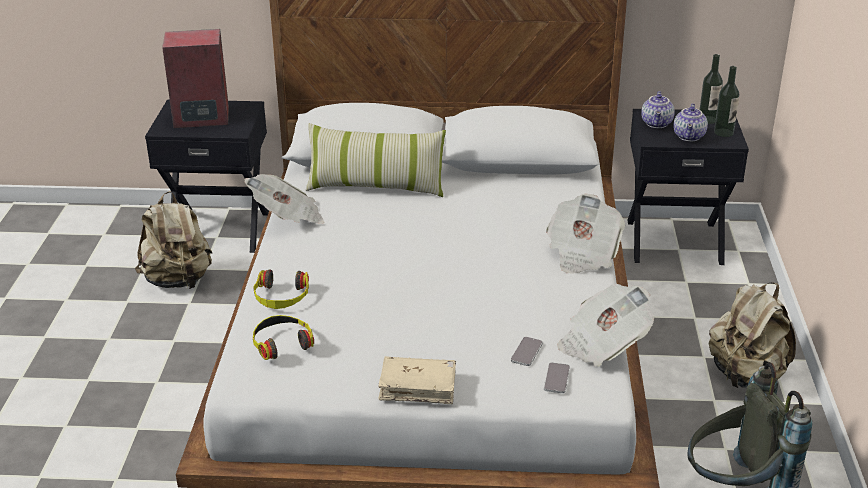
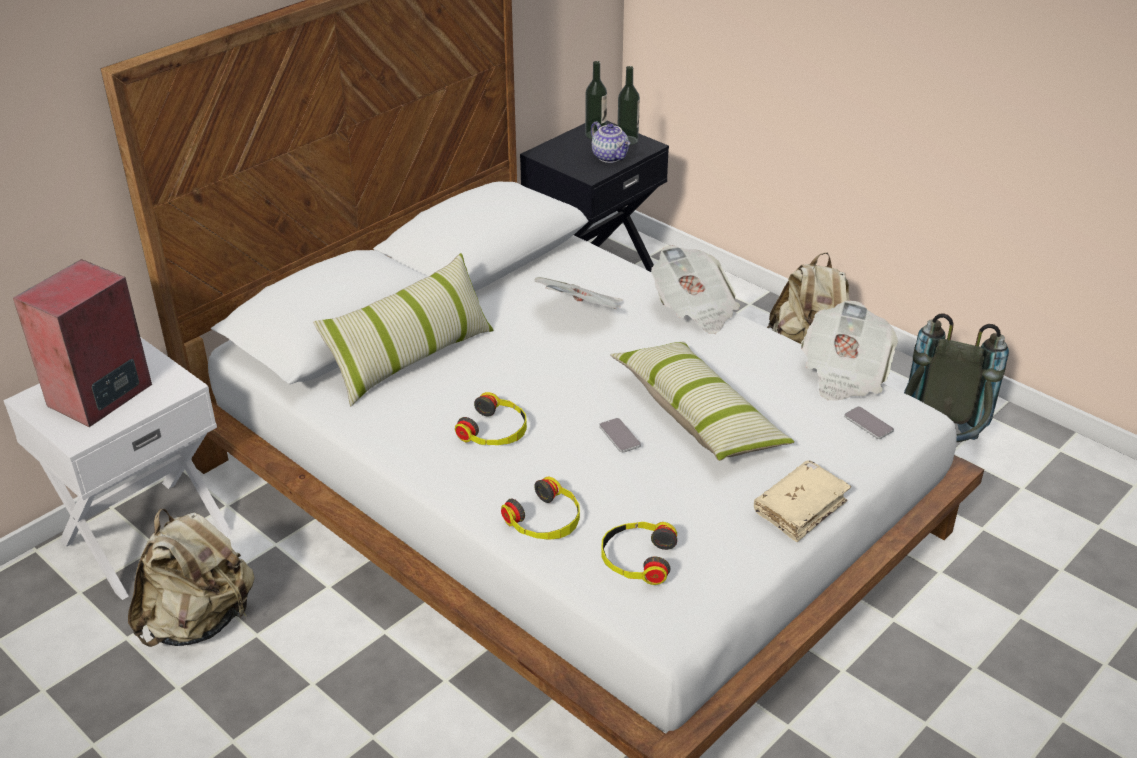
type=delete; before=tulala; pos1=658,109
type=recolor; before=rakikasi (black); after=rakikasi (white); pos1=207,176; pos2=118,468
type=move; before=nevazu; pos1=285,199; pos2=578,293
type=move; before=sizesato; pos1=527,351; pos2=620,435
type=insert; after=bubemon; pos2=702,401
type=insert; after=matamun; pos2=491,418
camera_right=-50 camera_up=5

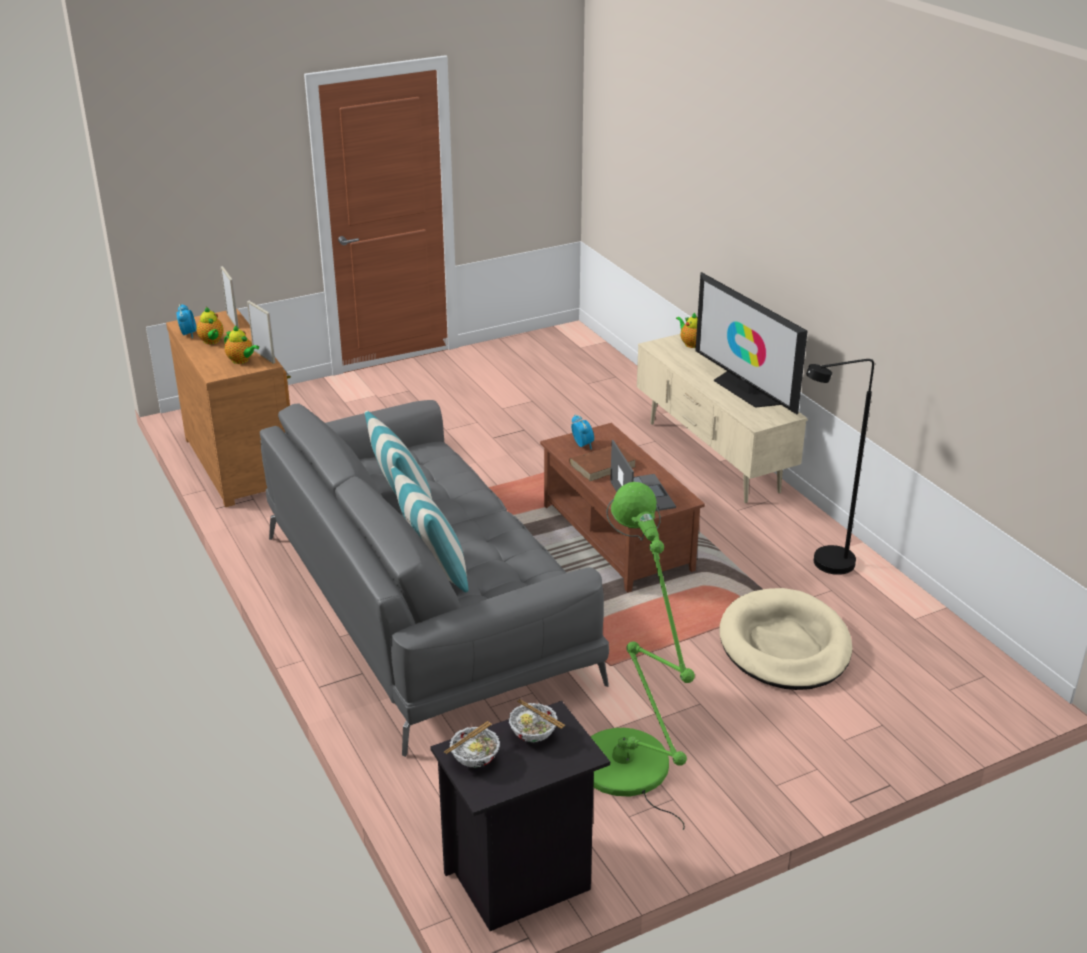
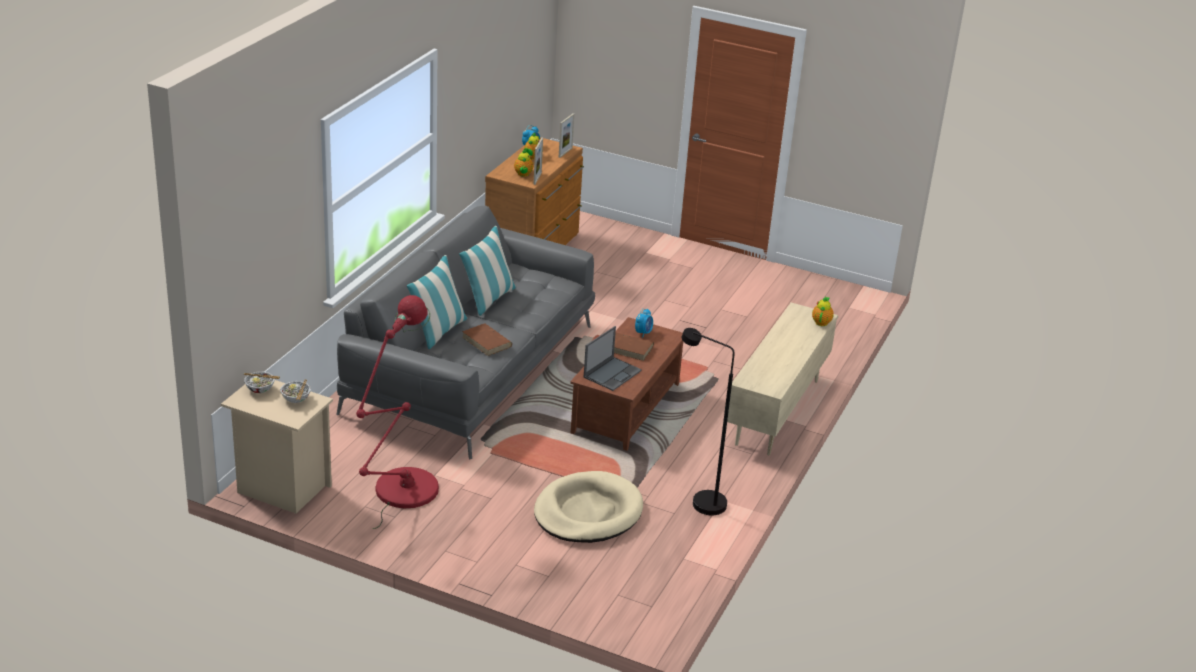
type=delete; before=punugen; pos1=751,343
type=recolor; before=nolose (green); after=nolose (red); pos1=642,656; pos2=397,412
type=recolor; before=rakikasi (black); after=rakikasi (beige); pos1=520,816; pos2=277,447
type=insert; after=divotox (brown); pos2=487,339
camera_right=50 camera_up=0

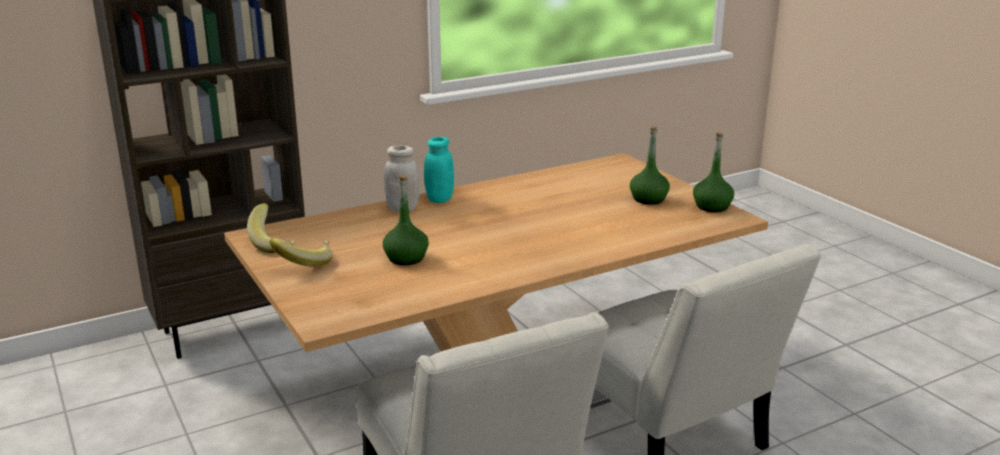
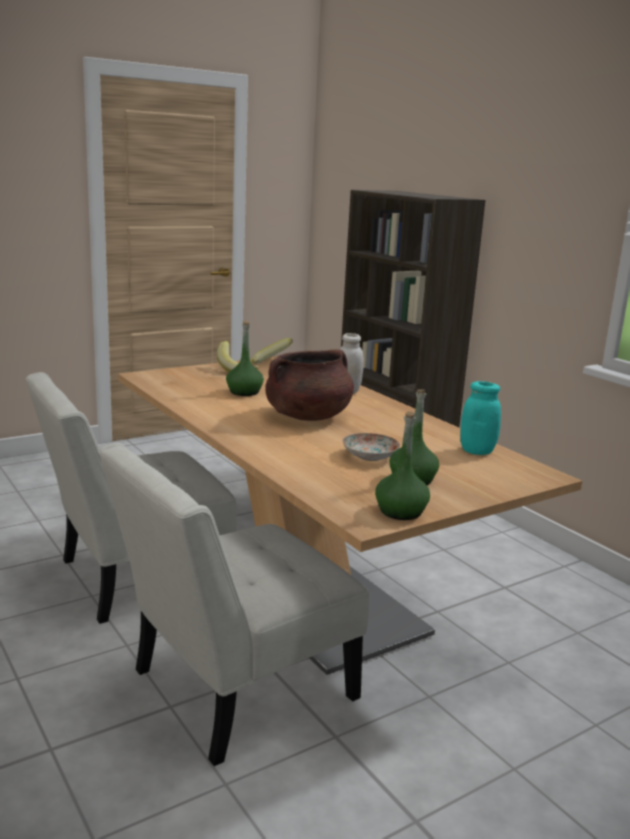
type=move; before=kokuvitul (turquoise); pos1=439,170; pos2=480,418
type=insert; after=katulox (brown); pos2=309,385
type=insert; after=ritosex; pos2=371,447
camera_right=85 camera_up=-5

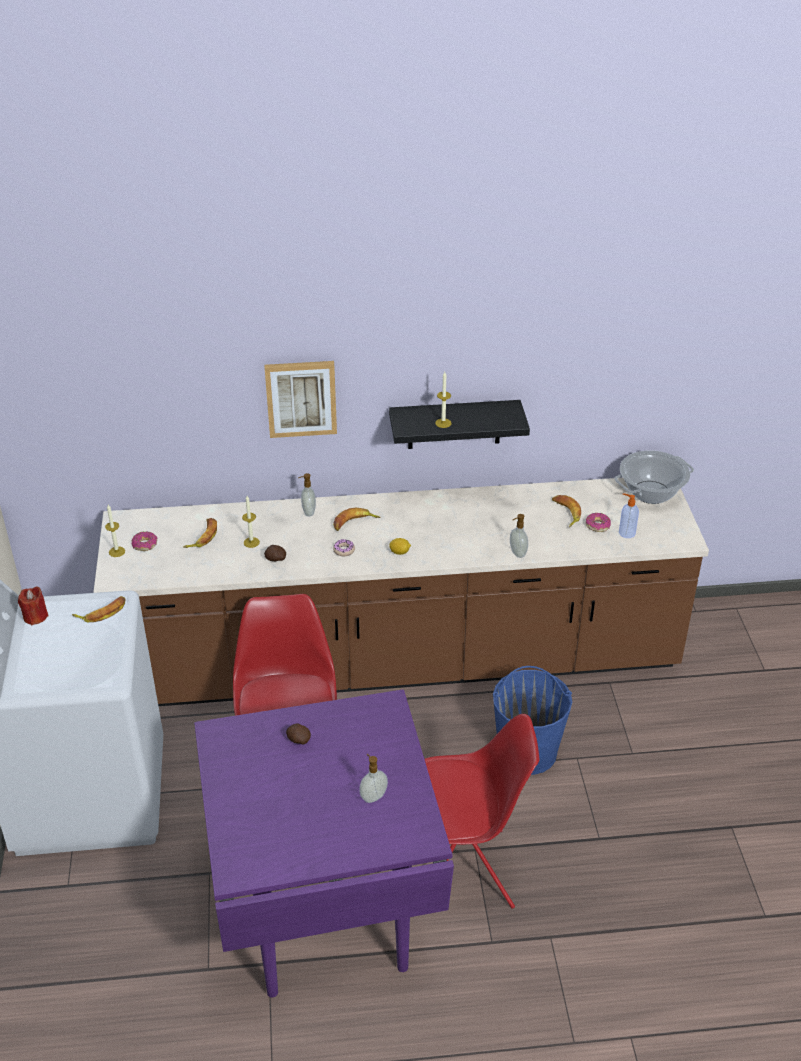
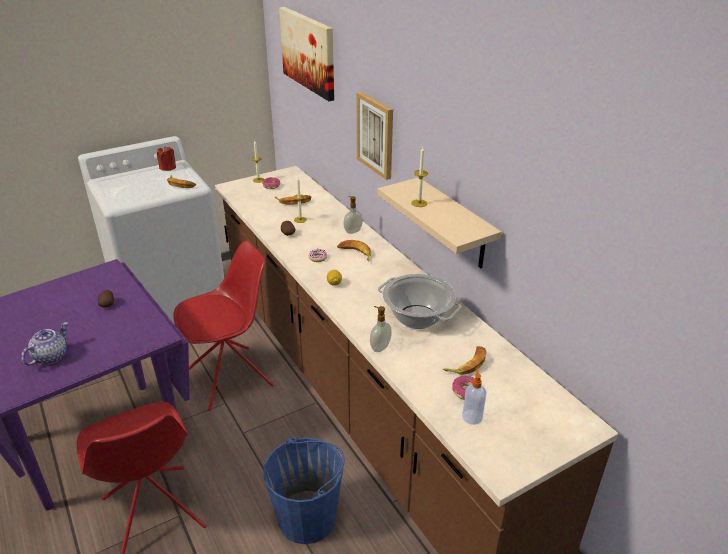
type=recolor; before=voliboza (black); after=voliboza (beige); pos1=459,424; pos2=439,222
type=move; before=katulox; pos1=654,477; pos2=420,301
type=replace; before=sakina; after=tulala; pos1=373,778; pos2=44,343
type=insert; after=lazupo; pos2=306,54
camera_right=65 camera_up=-5

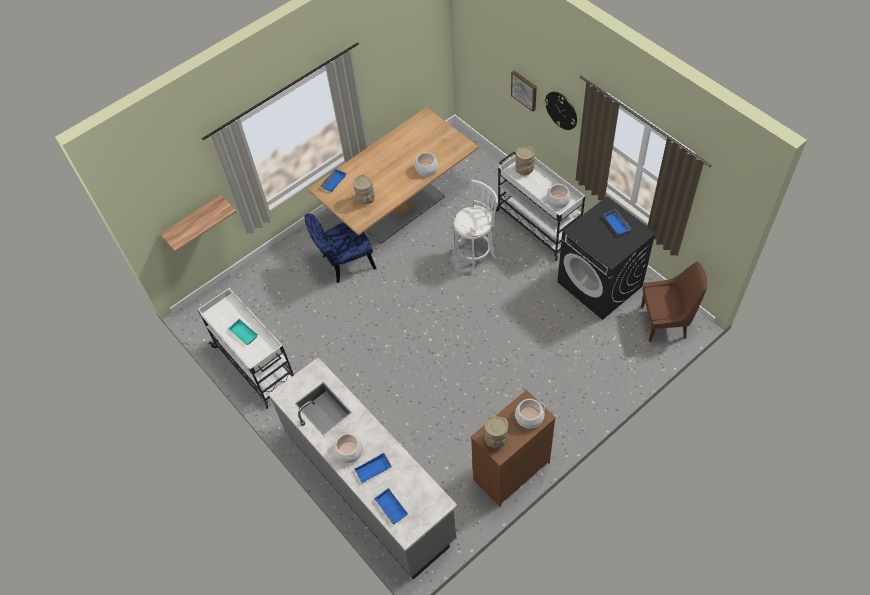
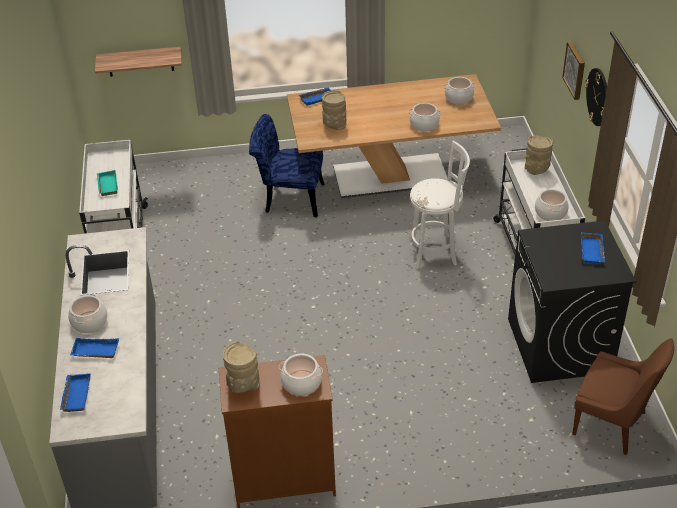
type=insert; after=katulox; pos2=459,91
camera_right=30 camera_up=-15

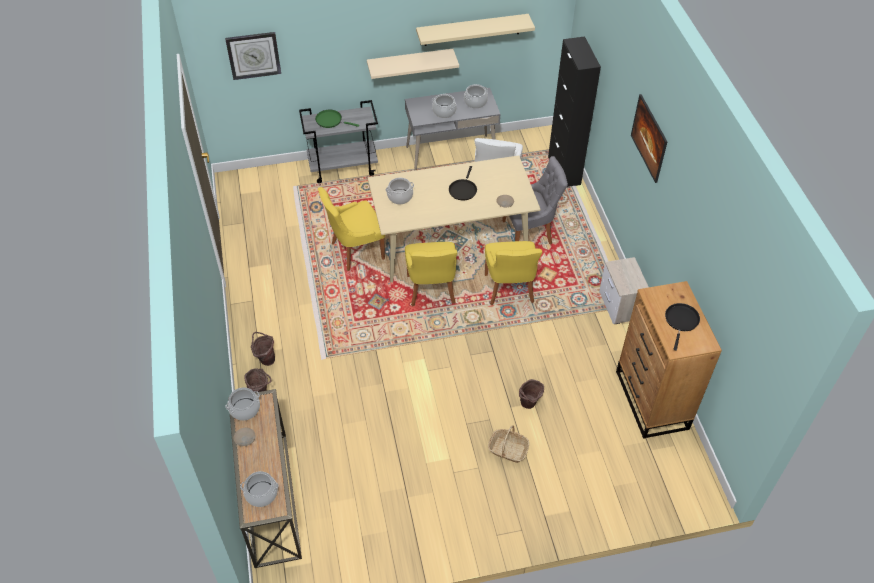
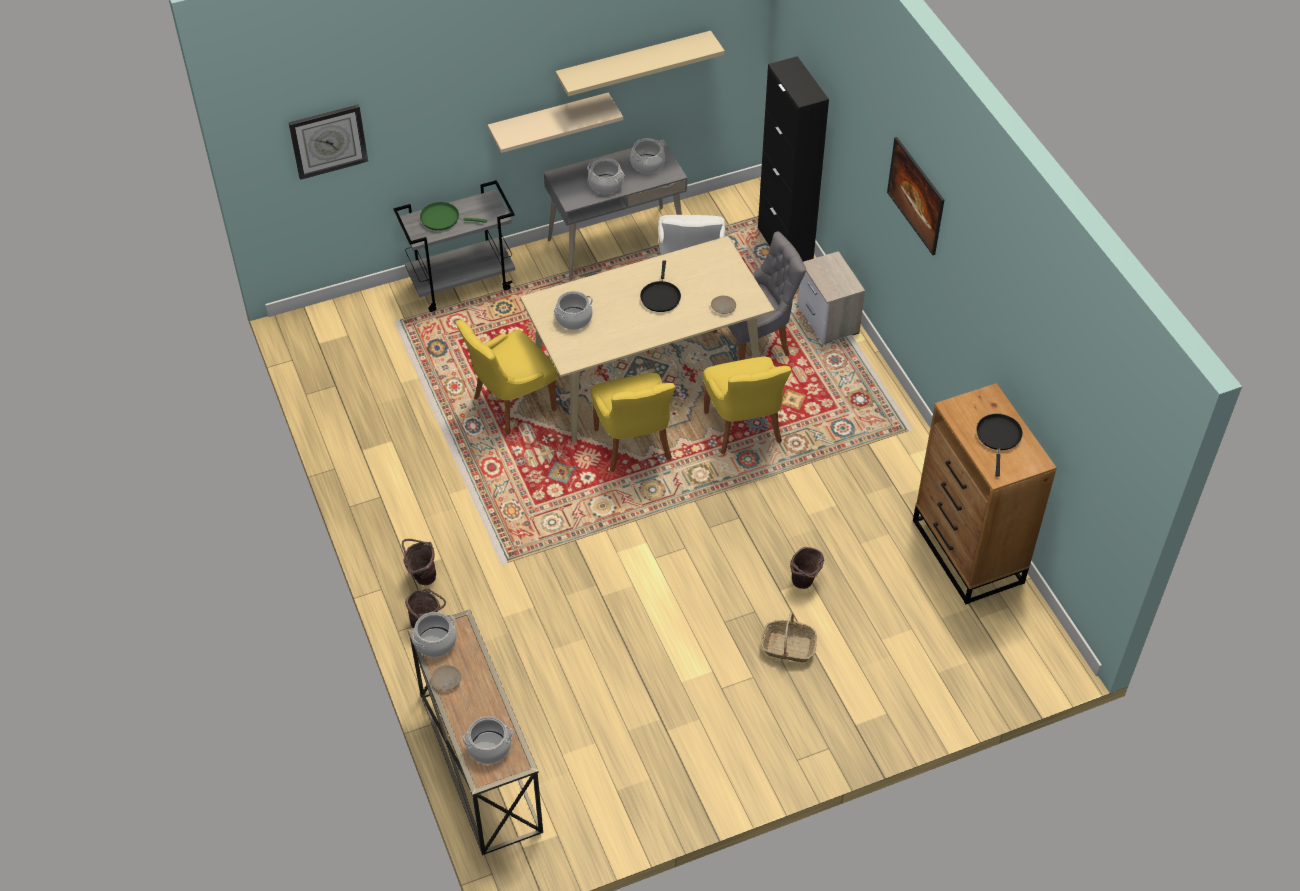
type=move; before=rakikasi; pos1=624,290; pos2=831,297
camera_right=-10 camera_up=0

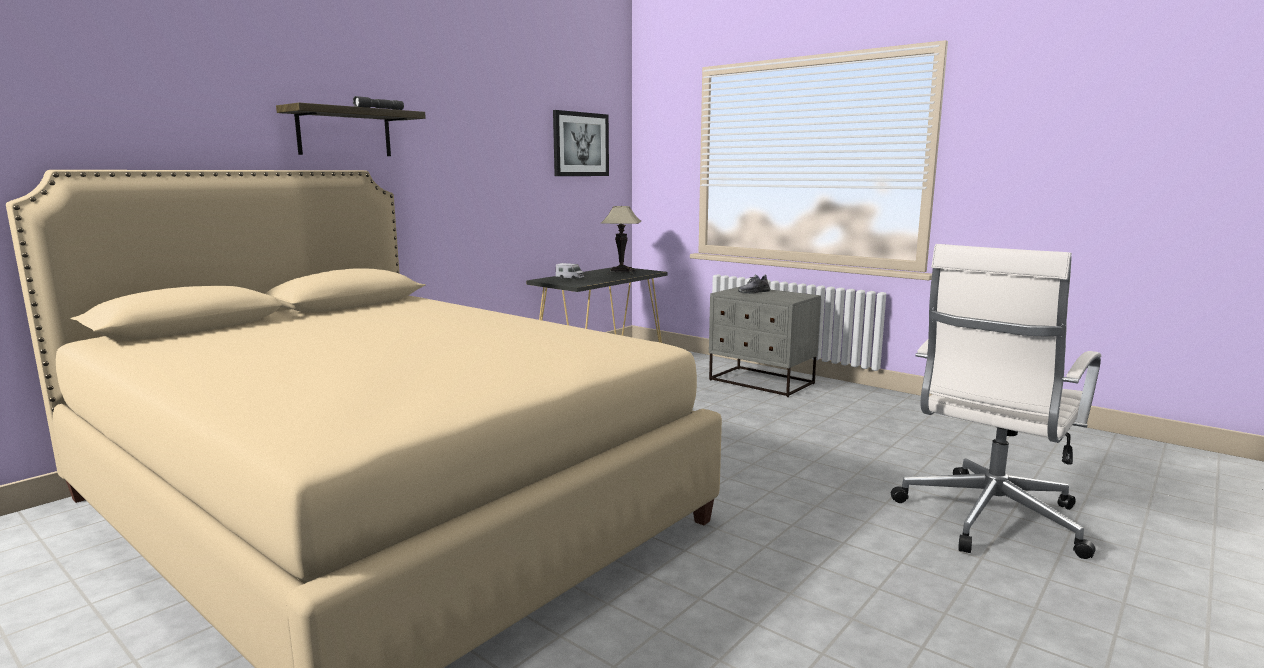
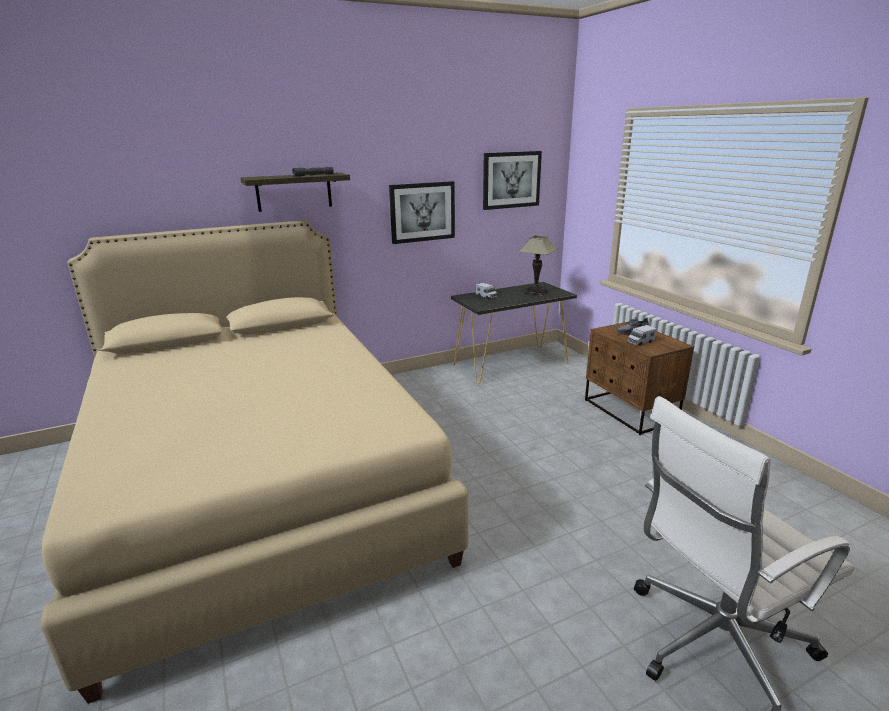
type=recolor; before=rakikasi (grey); after=rakikasi (brown); pos1=765,341; pos2=639,378
type=insert; after=lazupo; pos2=422,212
type=insert; after=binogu; pos2=642,335
camera_right=25 camera_up=10

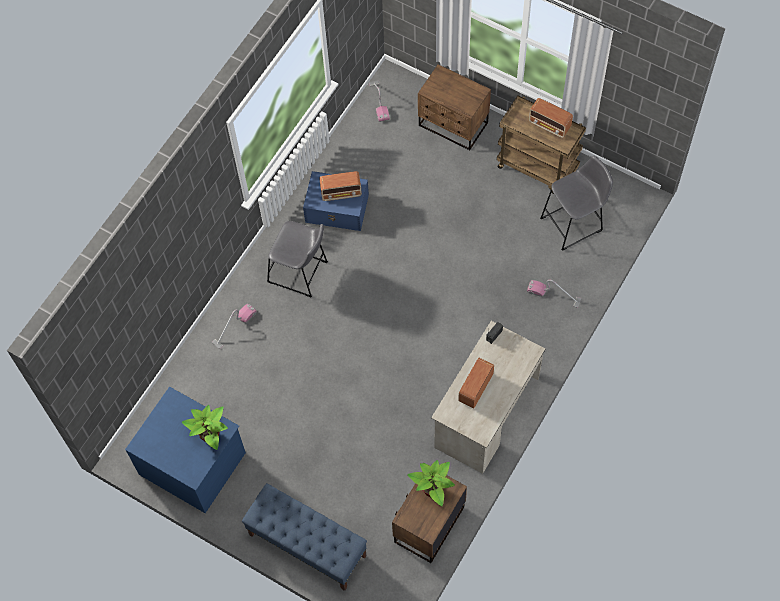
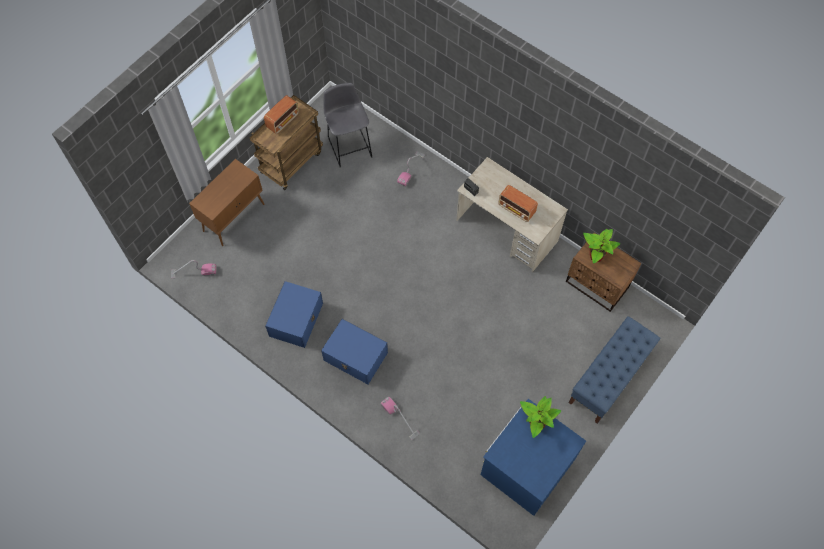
type=replace; before=rakikasi (brown); after=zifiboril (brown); pos1=454,107; pos2=227,202
type=delete; before=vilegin; pos1=340,186
type=replace; before=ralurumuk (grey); after=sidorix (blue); pos1=297,259; pos2=354,351
camera_right=-85 camera_up=0

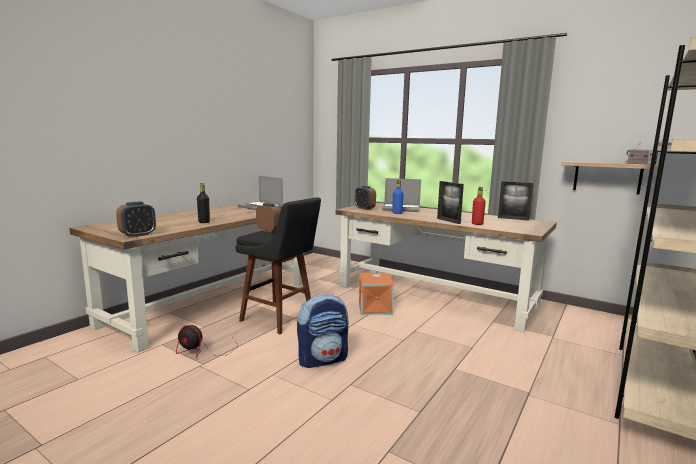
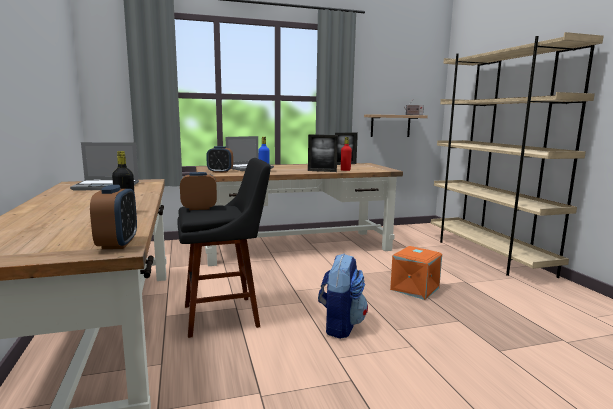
type=move; before=sidorix (orange); pos1=377,294; pos2=416,273
type=delete; before=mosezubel; pos1=207,341
camera_right=-50 camera_up=0

